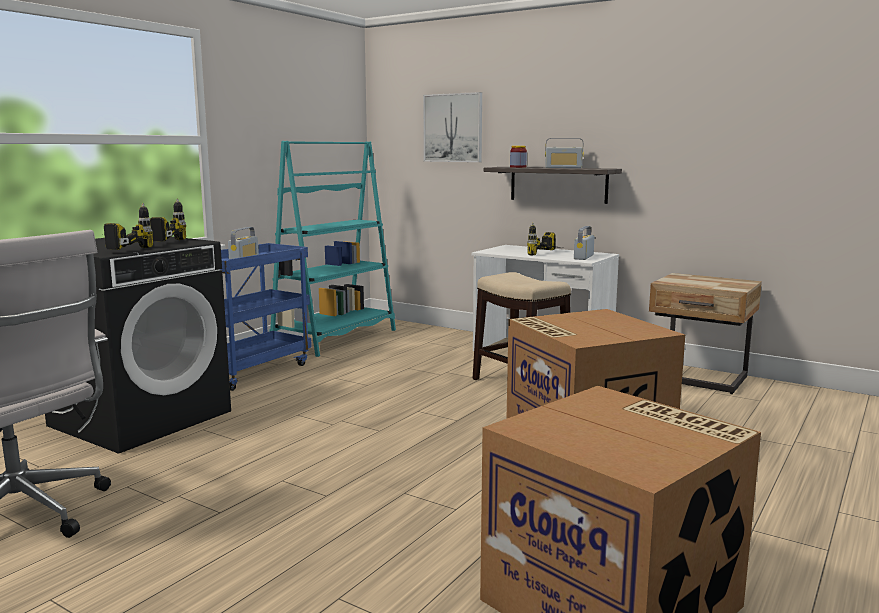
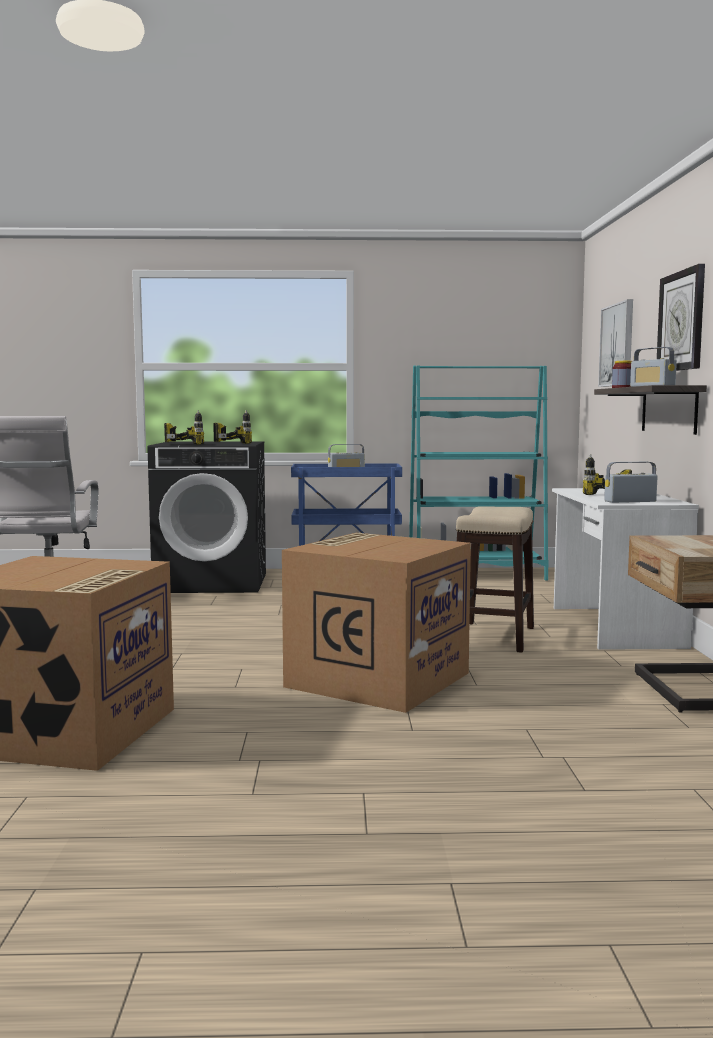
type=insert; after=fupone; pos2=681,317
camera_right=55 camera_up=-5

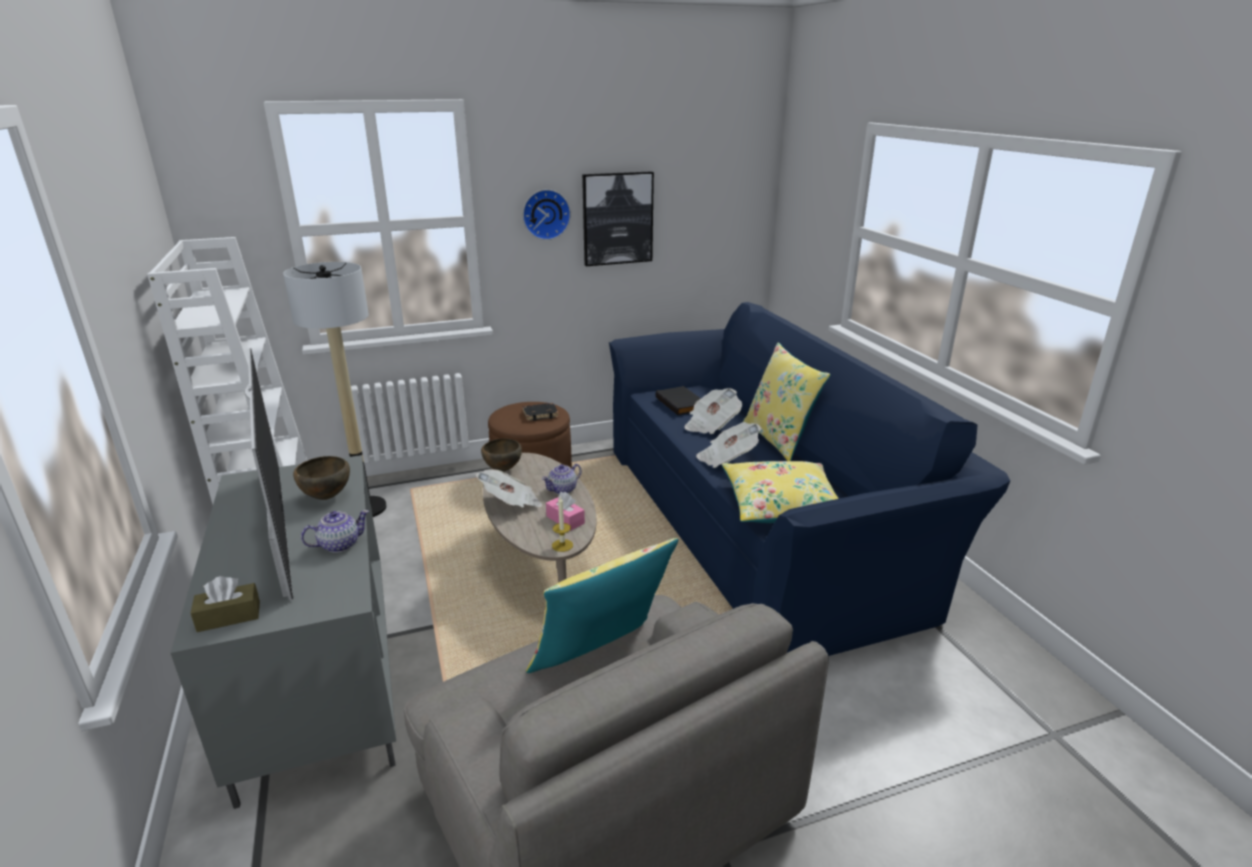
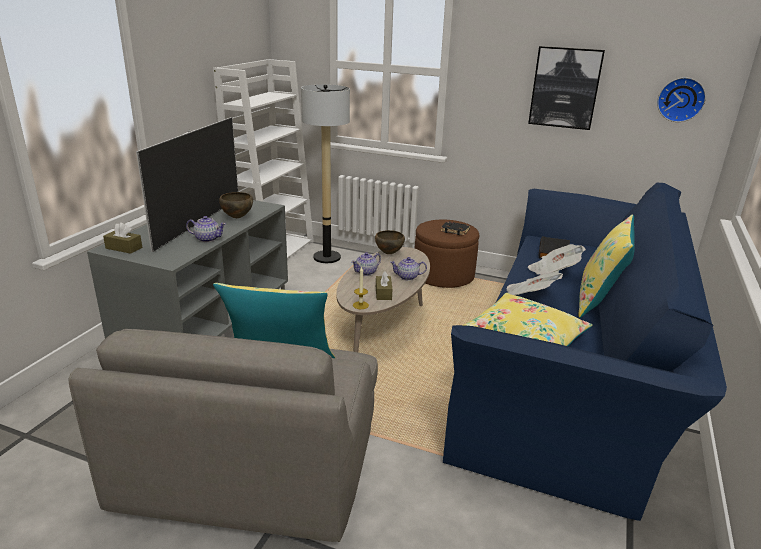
type=move; before=fupone; pos1=547,214; pos2=681,99
type=replace; before=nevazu; after=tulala; pos1=509,488; pos2=366,264
type=recolor; before=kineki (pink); after=kineki (brown); pos1=565,511; pos2=384,285
camera_right=40 camera_up=0

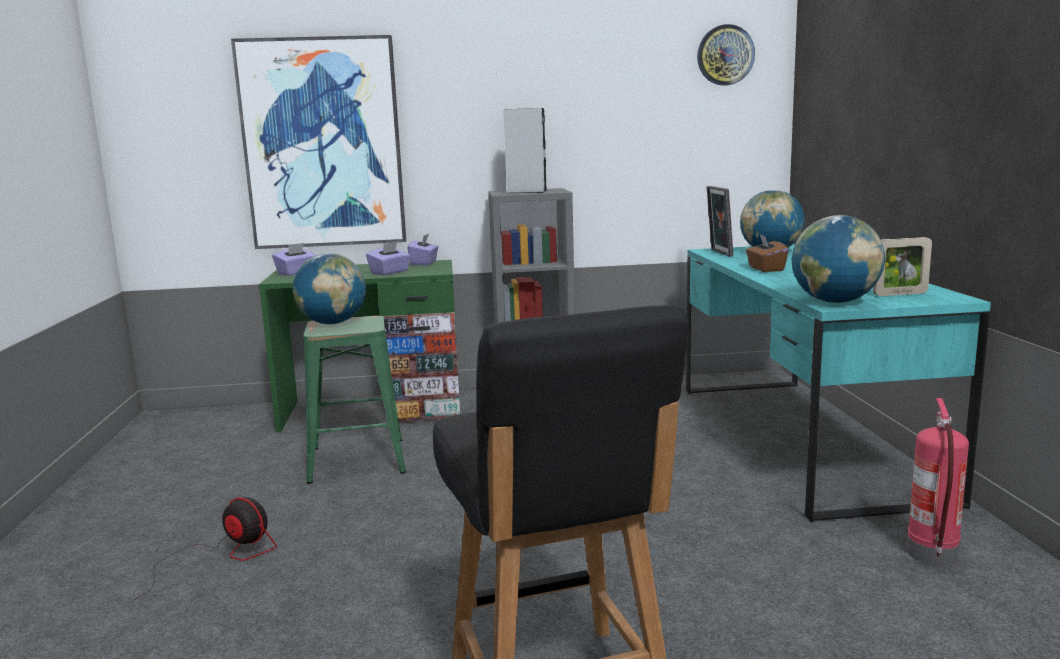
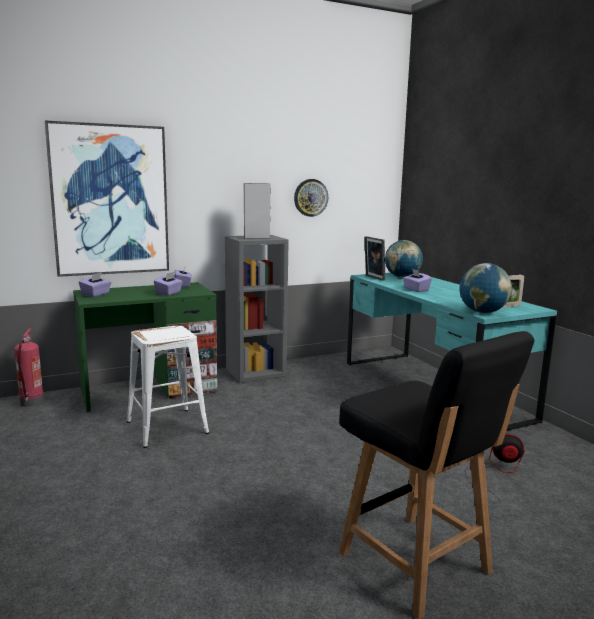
type=move; before=fupone; pos1=726,55; pos2=311,198
type=recolor; before=kineki (brown); after=kineki (purple); pos1=767,253; pos2=417,280
type=delete; before=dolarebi; pos1=329,288
type=recolor; before=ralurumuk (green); after=ralurumuk (white); pos1=354,400; pos2=168,386
type=move; before=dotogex; pos1=938,482; pos2=29,367
type=move; before=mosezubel; pos1=205,549; pos2=495,468
camera_right=-20 camera_up=0

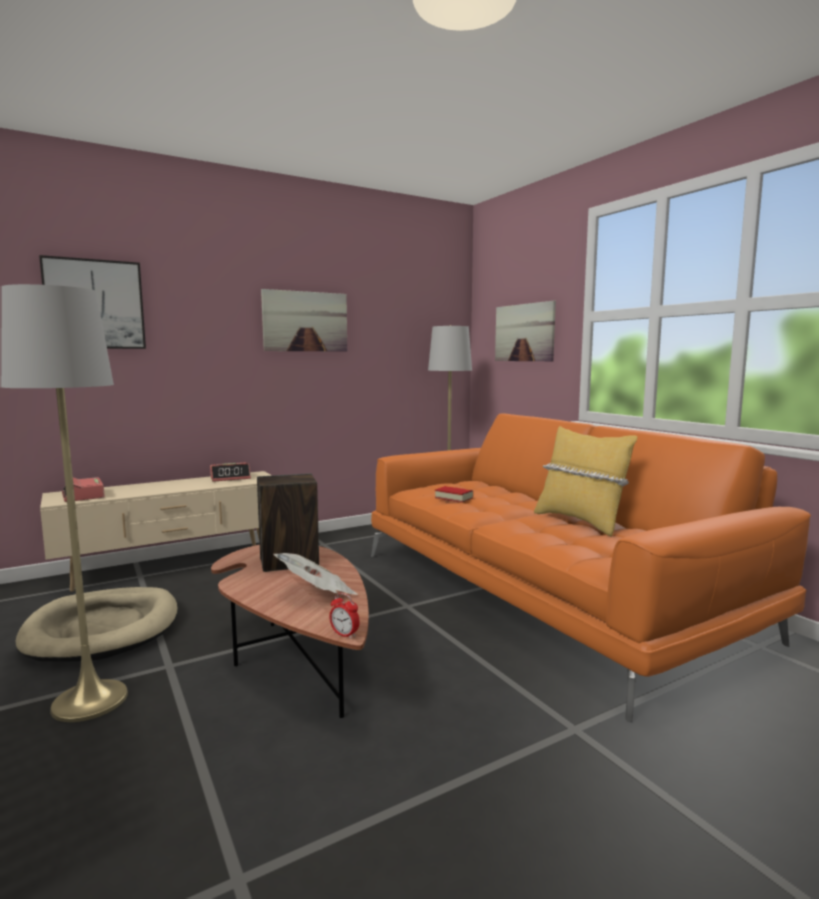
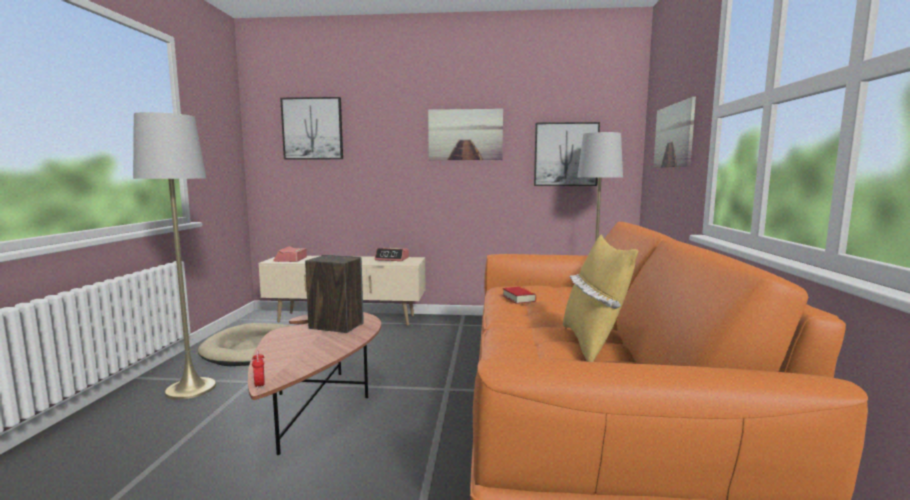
type=delete; before=nevazu; pos1=315,574
type=insert; after=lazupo; pos2=567,154
camera_right=35 camera_up=0

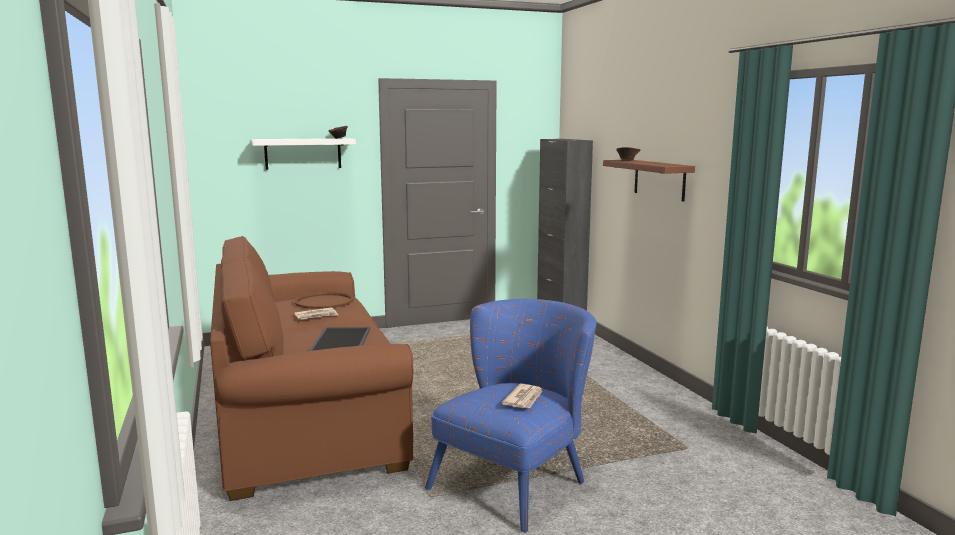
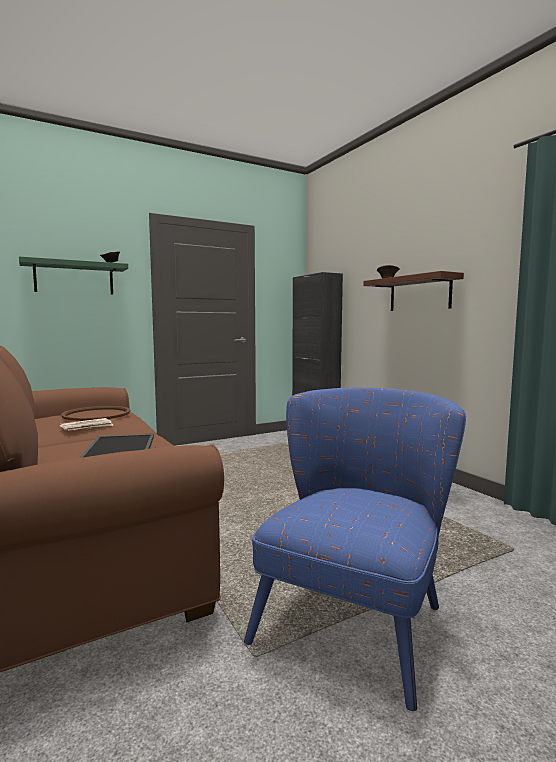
type=recolor; before=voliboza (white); after=voliboza (green); pos1=304,154; pos2=73,275
type=delete; before=nevazu; pos1=522,396
camera_right=-10 camera_up=-5

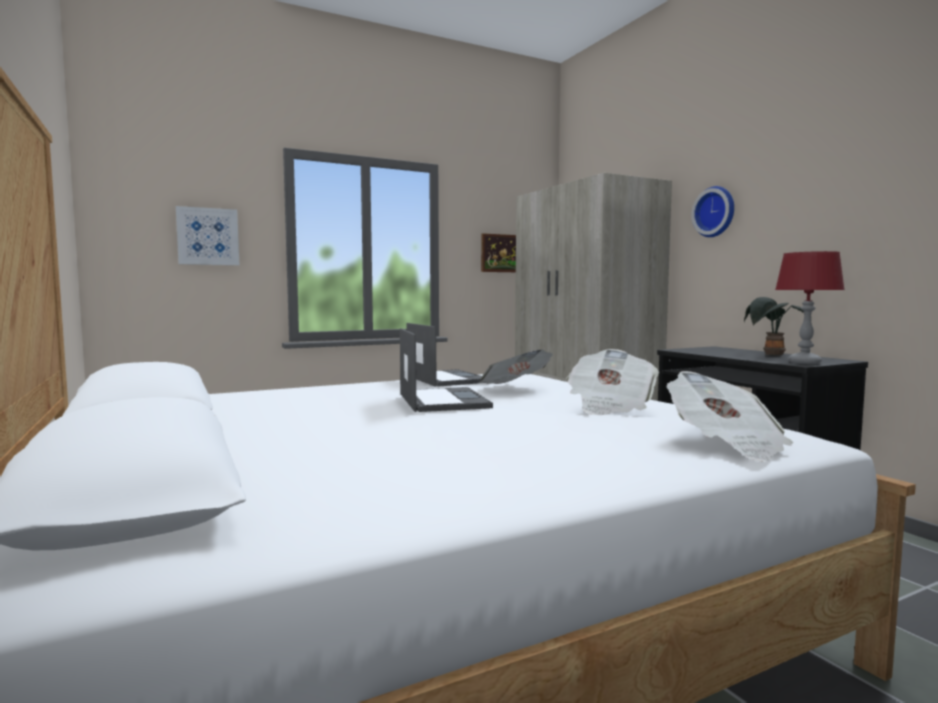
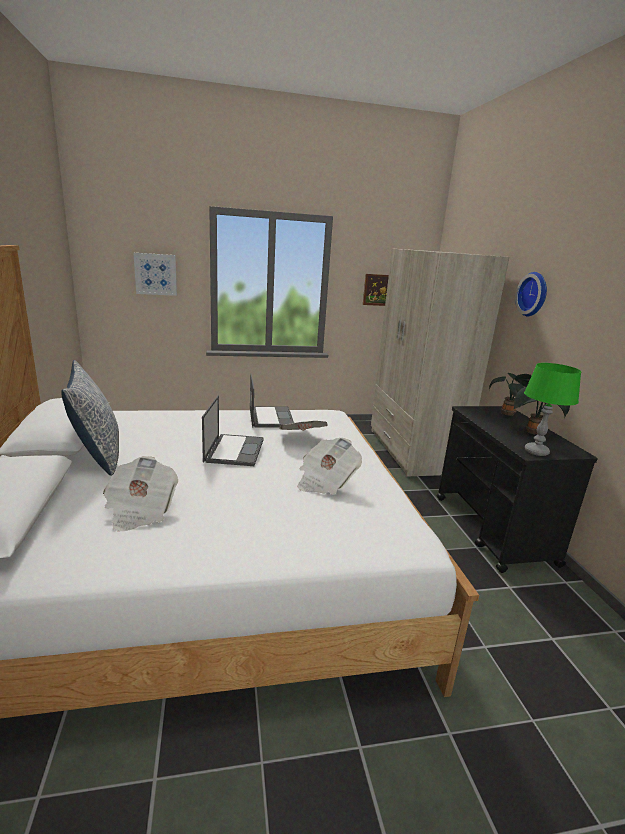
type=recolor; before=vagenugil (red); after=vagenugil (green); pos1=810,307; pos2=552,409
type=move; before=nevazu; pos1=730,416; pos2=140,494
type=insert; after=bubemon; pos2=90,417
type=insert; after=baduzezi; pos2=510,394
camera_right=15 camera_up=15

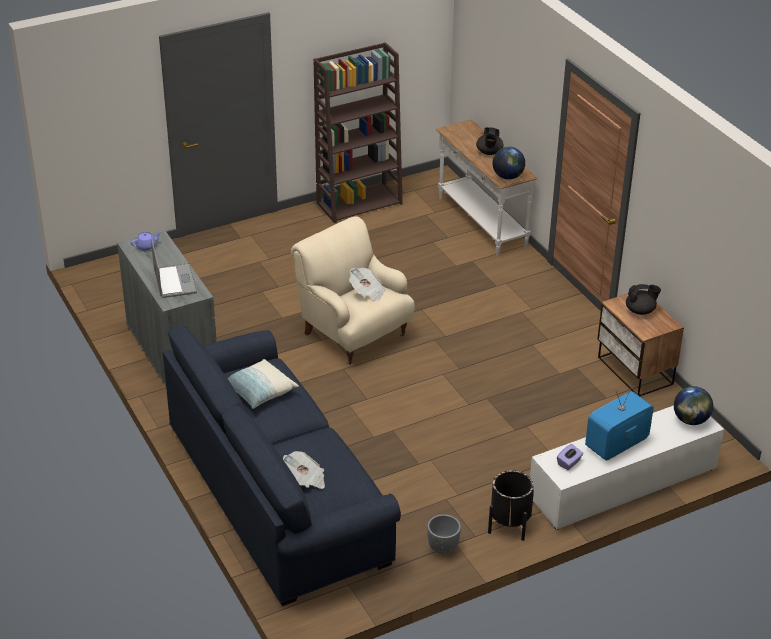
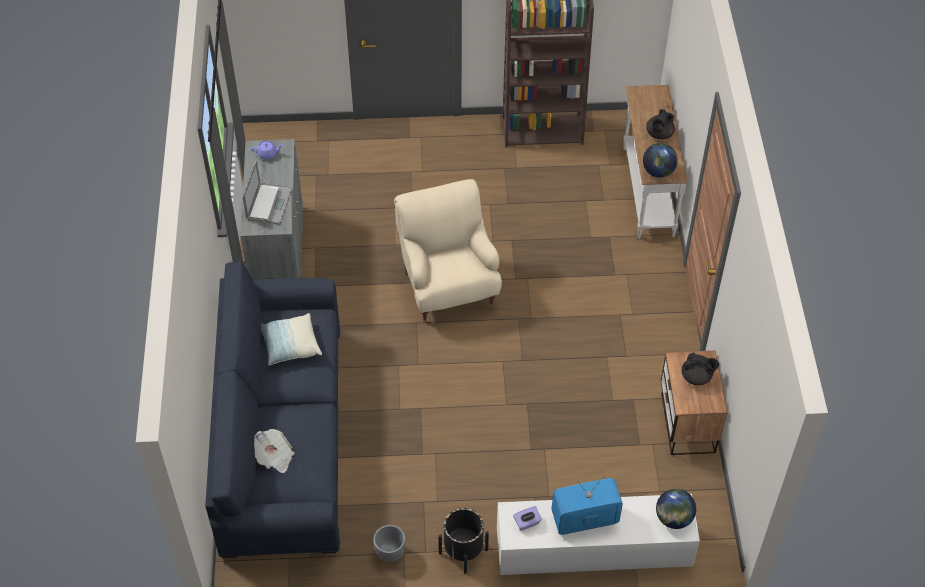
type=delete; before=nevazu; pos1=367,284
camera_right=25 camera_up=15

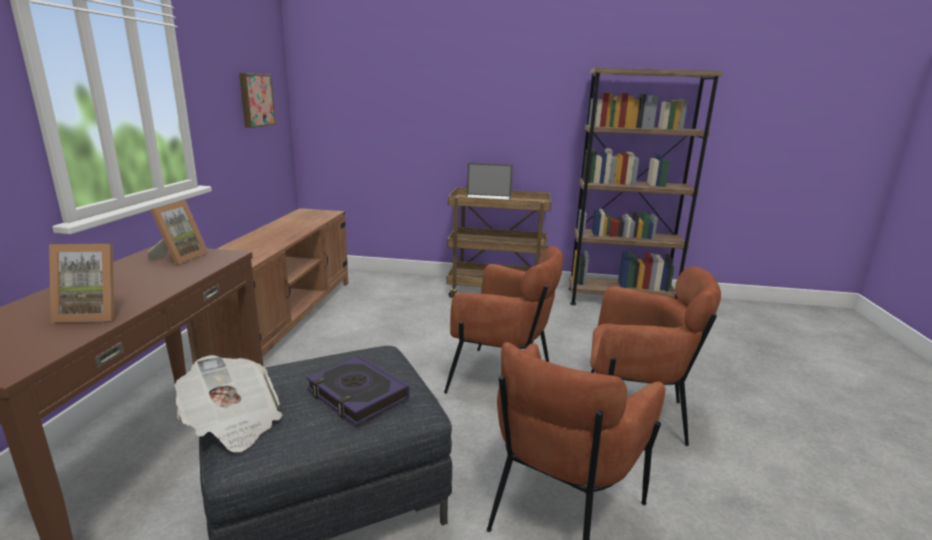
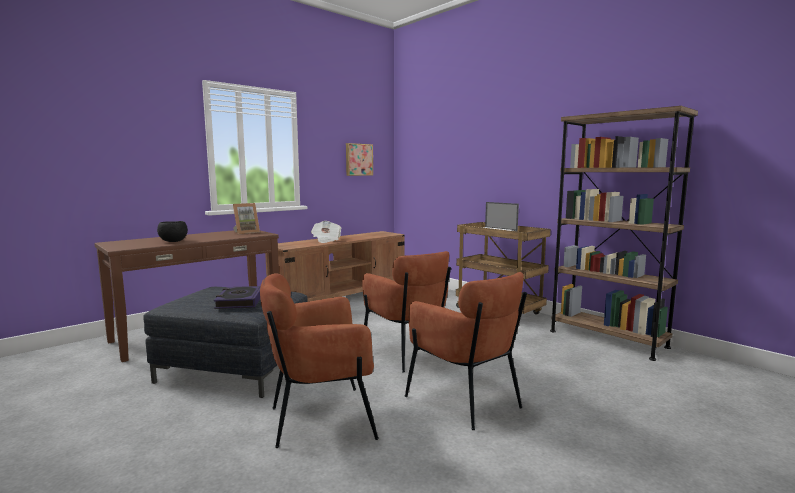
type=replace; before=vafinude; after=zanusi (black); pos1=81,283; pos2=172,231
type=move; before=nevazu; pos1=229,403; pos2=326,232
camera_right=40 camera_up=-10

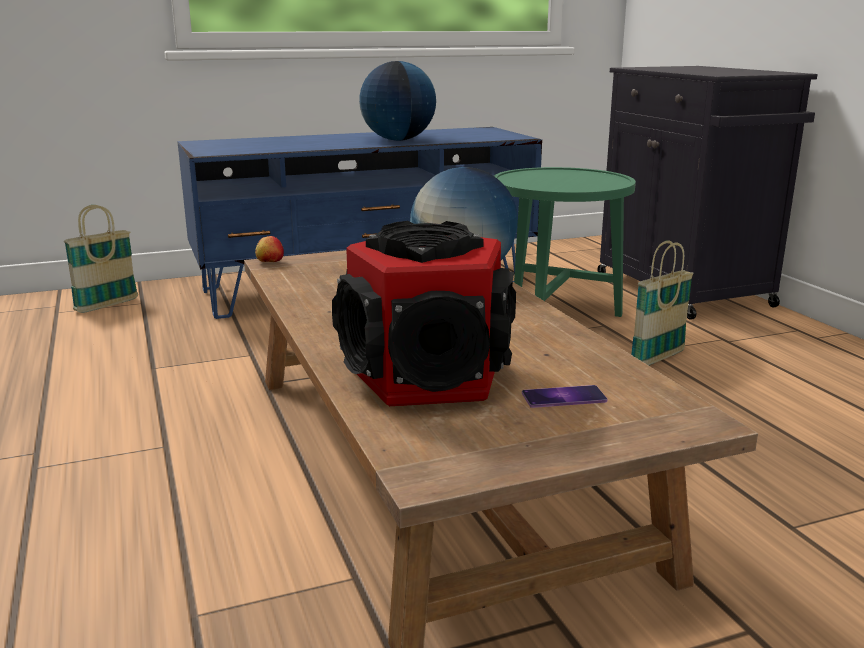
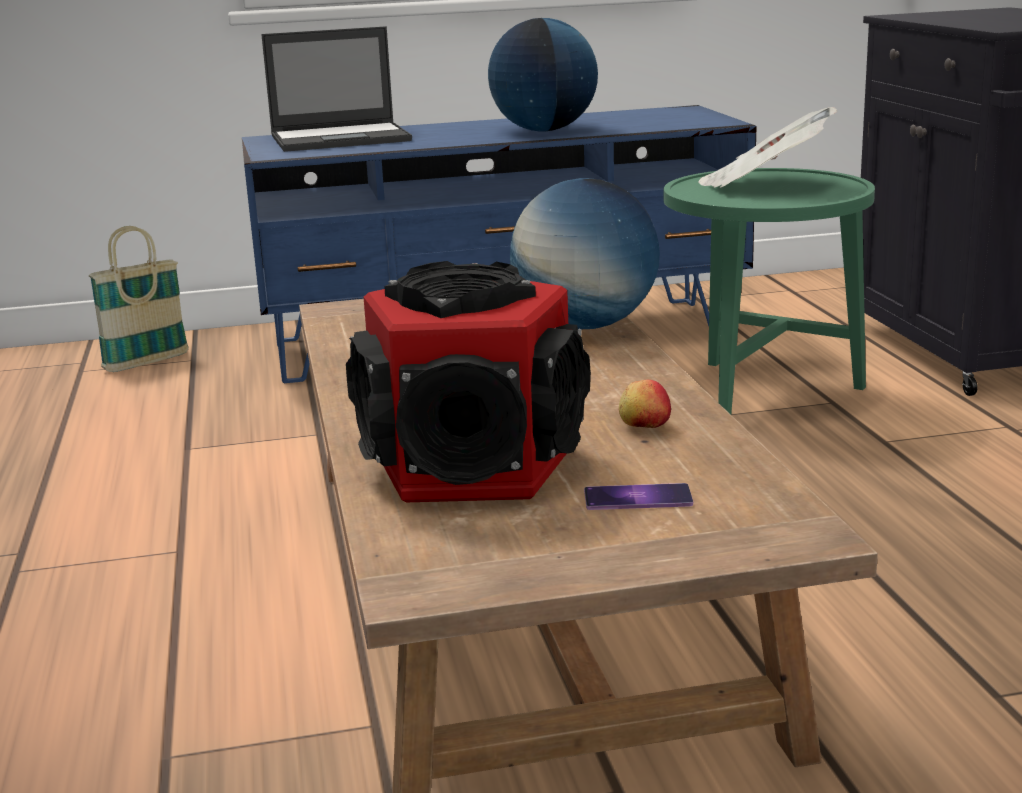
type=move; before=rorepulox; pos1=269,249; pos2=645,404
type=delete; before=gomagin; pos1=662,303
type=insert; after=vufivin; pos2=336,89
type=insert; after=nevazu; pos2=767,147
camera_right=10 camera_up=0

